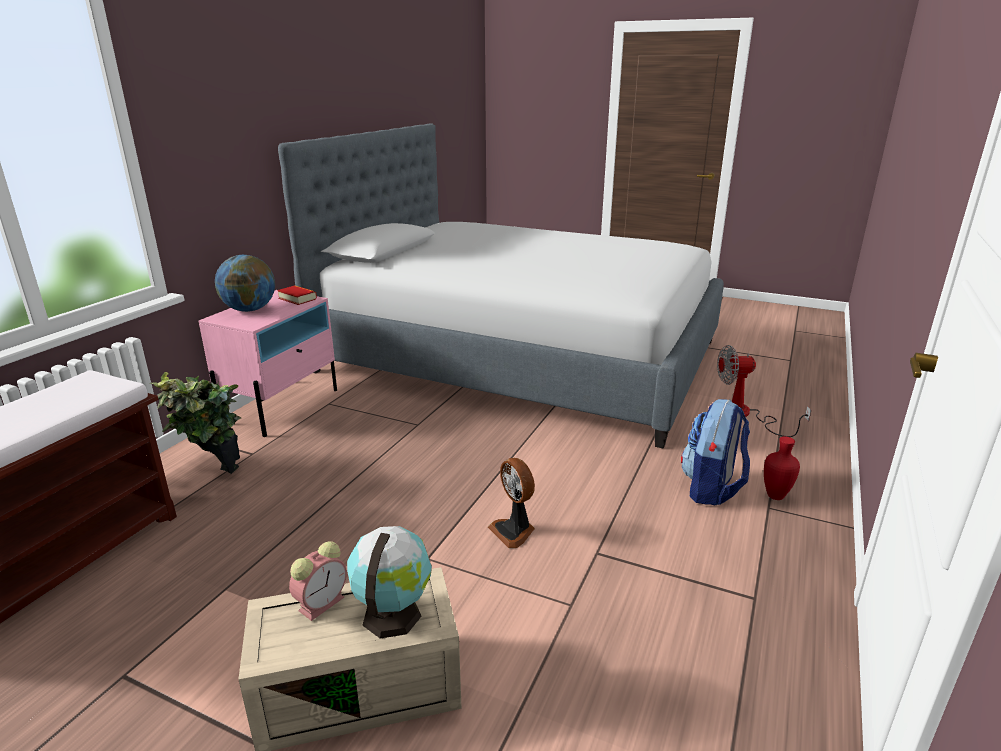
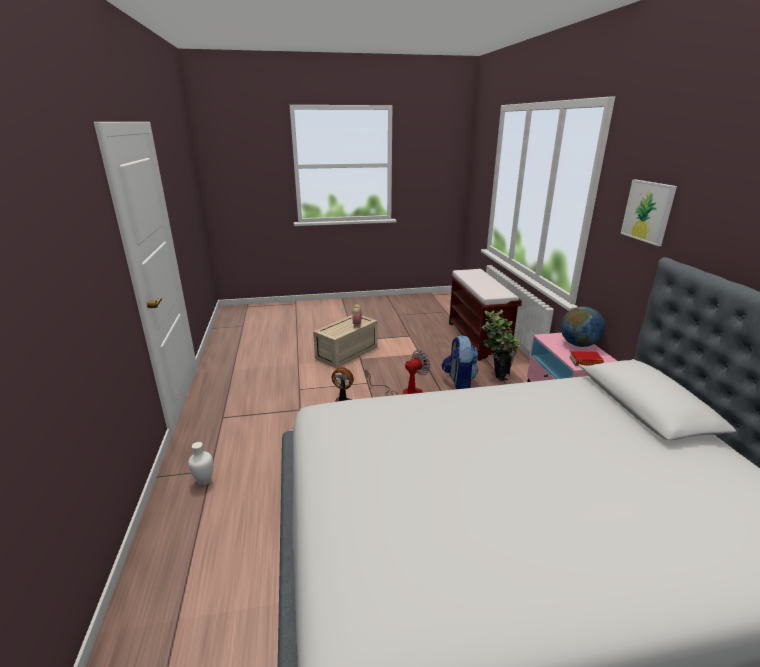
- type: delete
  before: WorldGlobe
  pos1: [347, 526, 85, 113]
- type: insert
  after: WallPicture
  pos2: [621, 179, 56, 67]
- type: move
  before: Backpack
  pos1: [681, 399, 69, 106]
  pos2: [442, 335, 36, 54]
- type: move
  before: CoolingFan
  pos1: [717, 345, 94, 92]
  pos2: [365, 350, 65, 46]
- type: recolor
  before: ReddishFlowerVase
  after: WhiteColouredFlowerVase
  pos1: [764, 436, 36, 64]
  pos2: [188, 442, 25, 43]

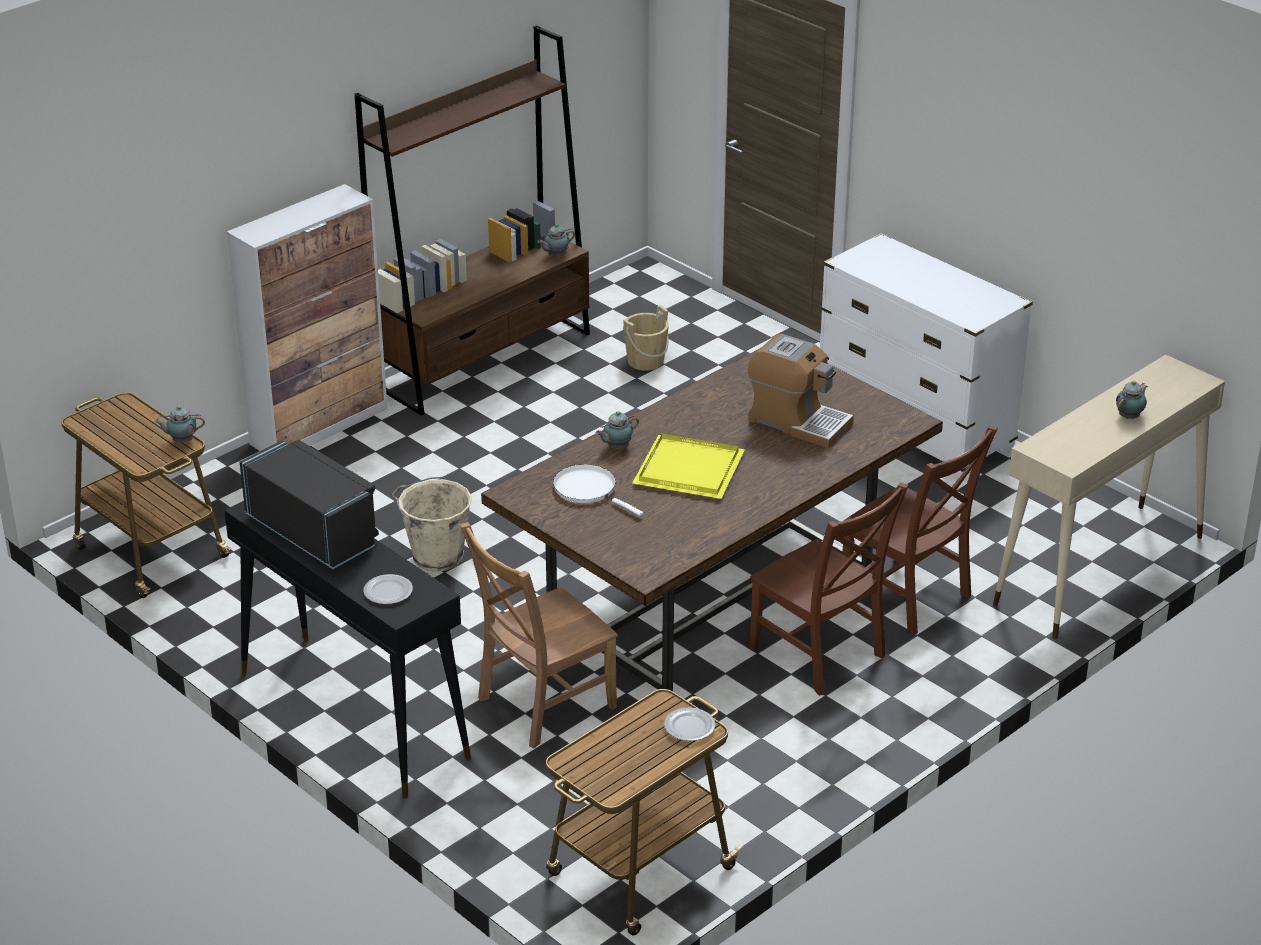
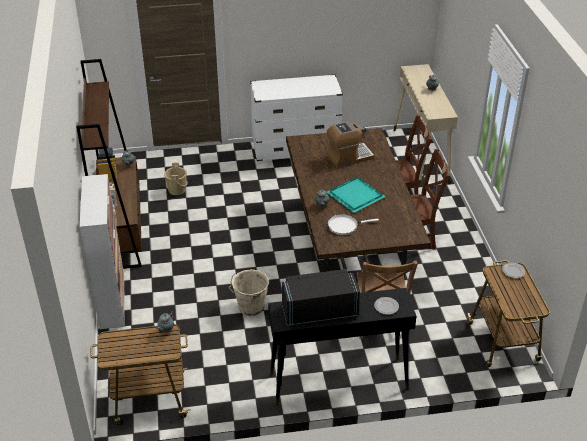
- type: recolor
  before: YellowColouredCarryingTray
  after: TurquoiseCarryingTray
  pos1: [632, 434, 113, 65]
  pos2: [326, 177, 60, 36]

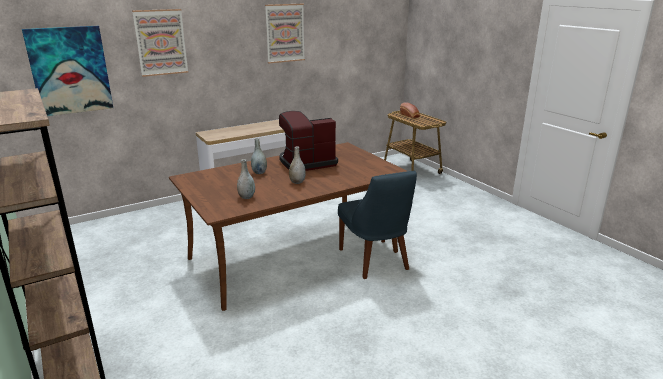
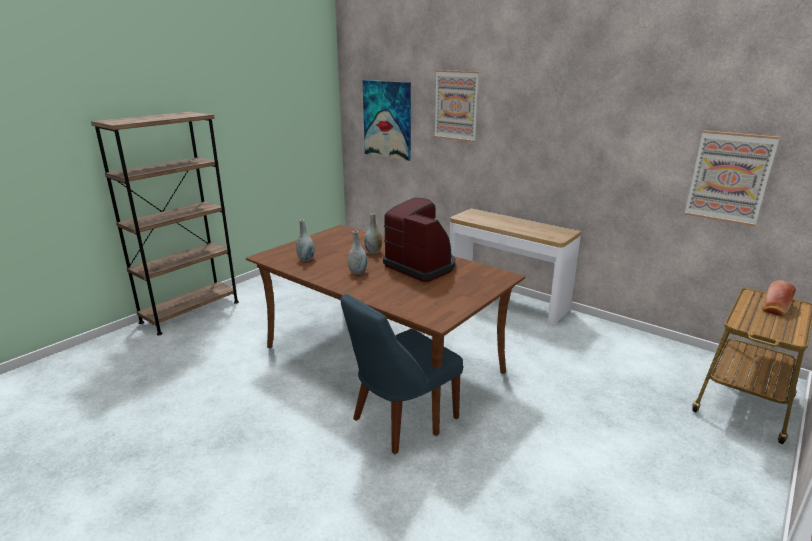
- type: move
  before: WallPicture
  pos1: [265, 4, 40, 59]
  pos2: [684, 130, 96, 96]

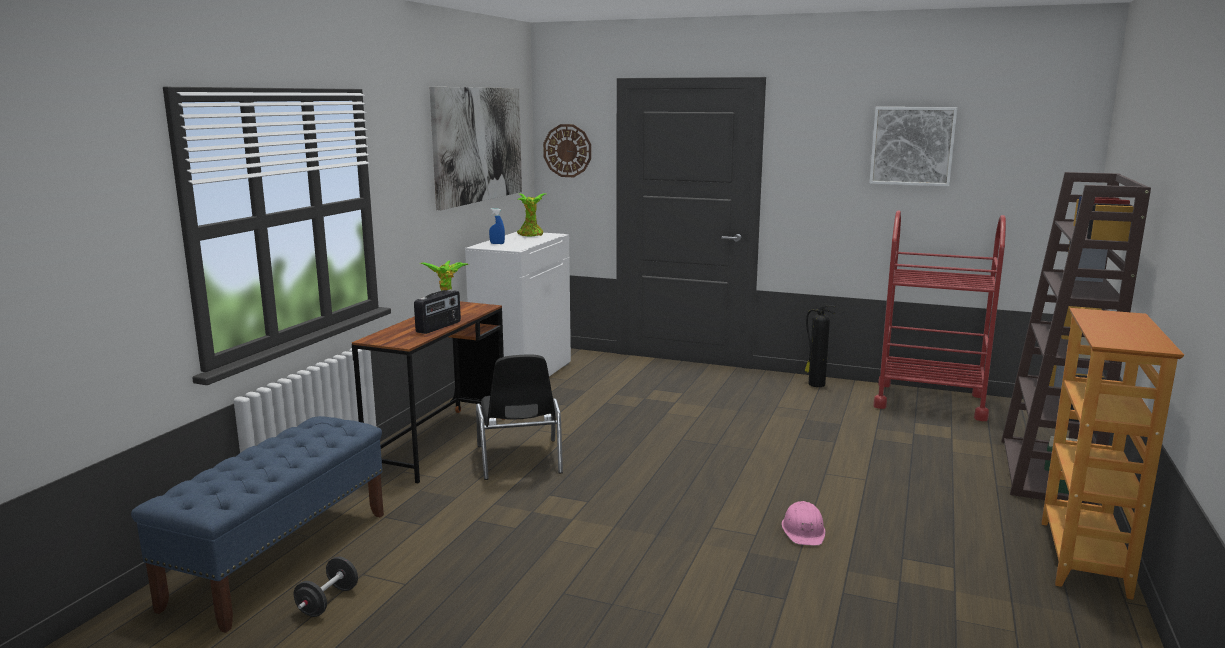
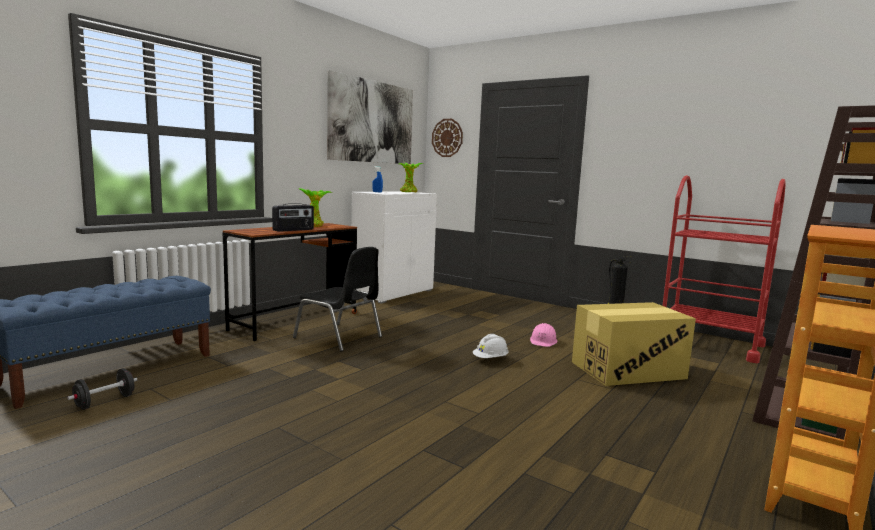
- type: delete
  before: WallPicture
  pos1: [869, 107, 89, 80]
- type: insert
  after: WhiteColouredSafetyHelmet
  pos2: [472, 334, 37, 24]
- type: insert
  after: CardboardBox
  pos2: [572, 302, 124, 84]
- type: move
  before: PinkSafetyHelmet
  pos1: [782, 501, 43, 45]
  pos2: [530, 323, 27, 24]
- type: rotate
  before: BlackUprightChair
  pos1: [476, 355, 87, 125]
  pos2: [293, 247, 89, 105]
  turn: -60

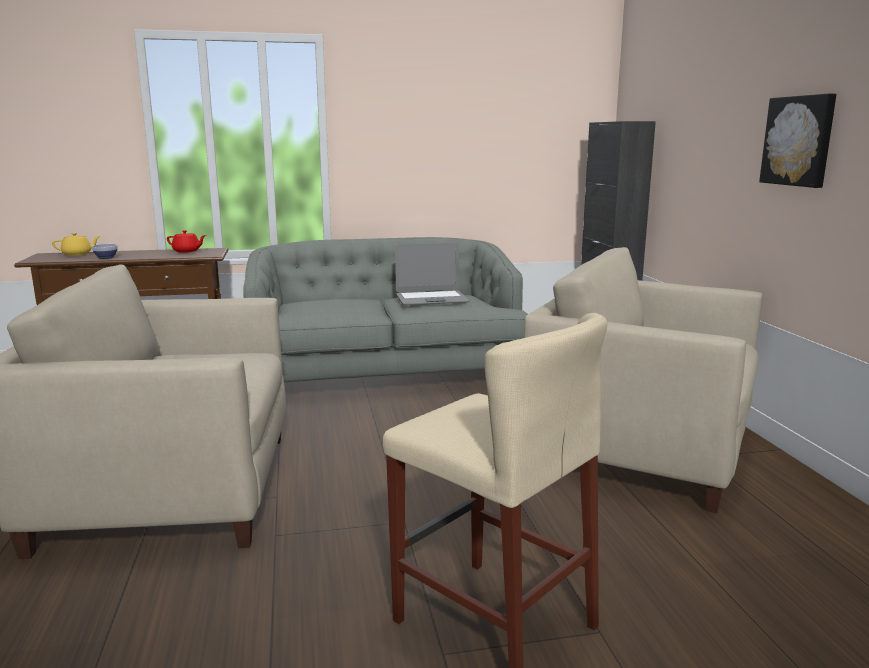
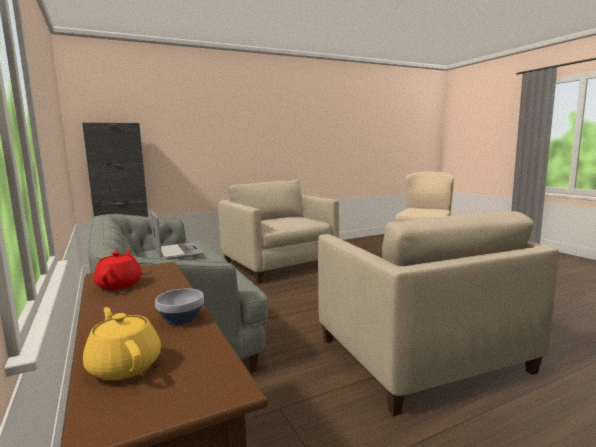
- type: delete
  before: WallPicture
  pos1: [759, 94, 77, 94]
- type: rotate
  before: BeigeColouredArmchair
  pos1: [524, 247, 238, 266]
  pos2: [218, 180, 121, 104]
  turn: 135

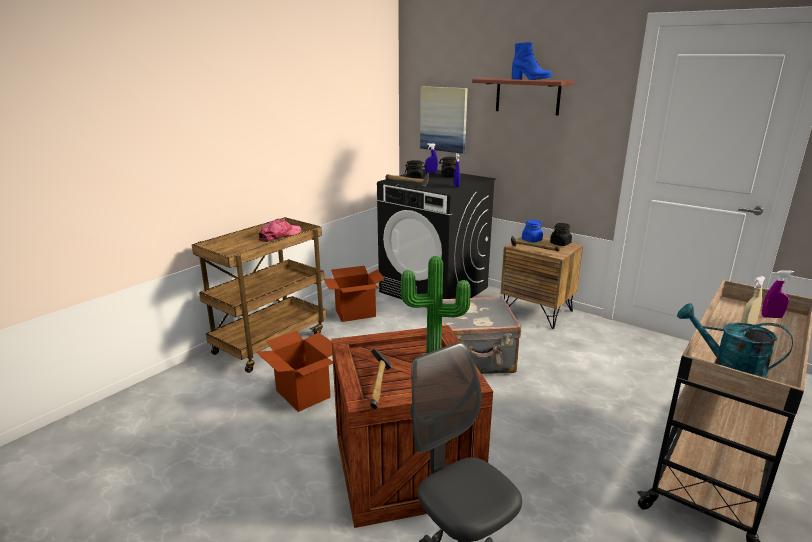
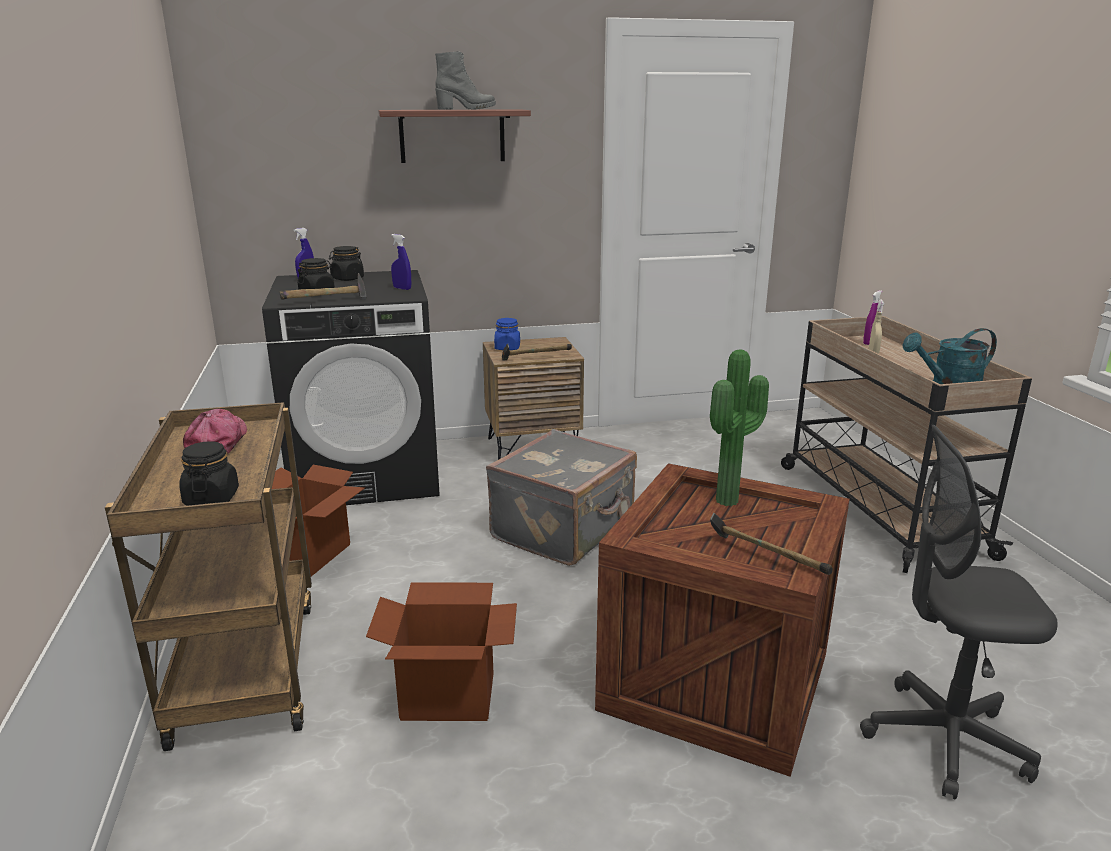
- type: delete
  before: WallPicture
  pos1: [420, 86, 48, 68]
- type: move
  before: BlackPreserveJar
  pos1: [550, 223, 22, 23]
  pos2: [179, 441, 60, 65]
- type: recolor
  before: BlueColouredTallBoot
  after: GrayTallBoot
  pos1: [512, 42, 40, 38]
  pos2: [435, 51, 61, 59]

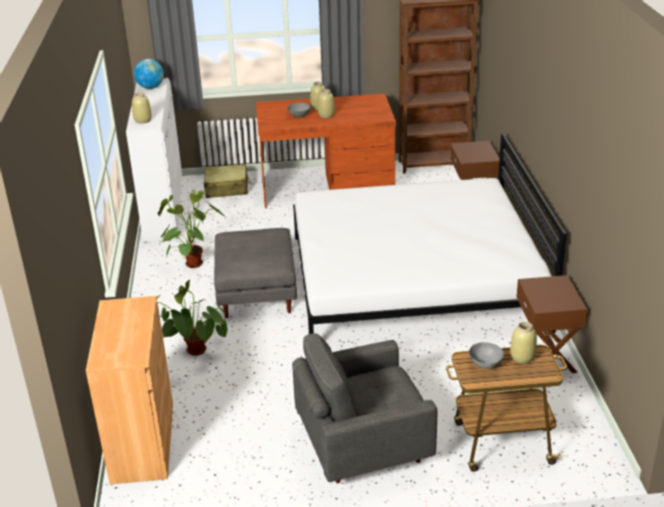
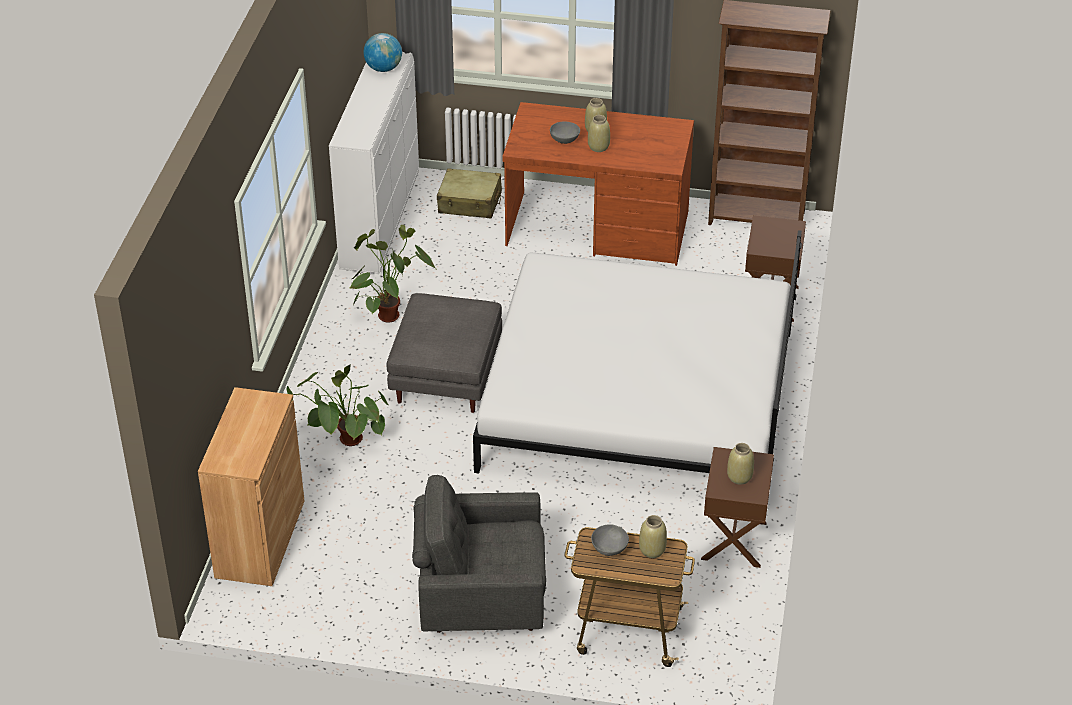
- type: move
  before: BeigeColouredFlowerVase
  pos1: [132, 92, 19, 32]
  pos2: [727, 443, 27, 42]

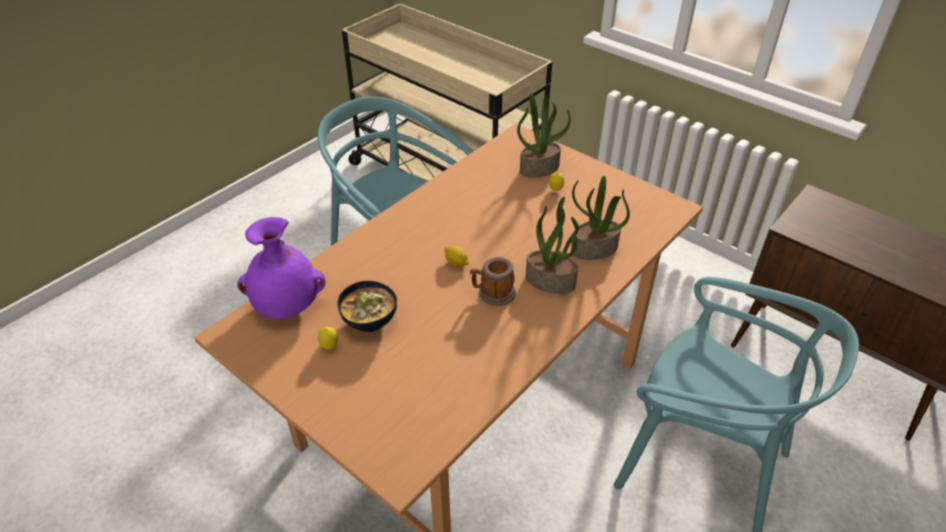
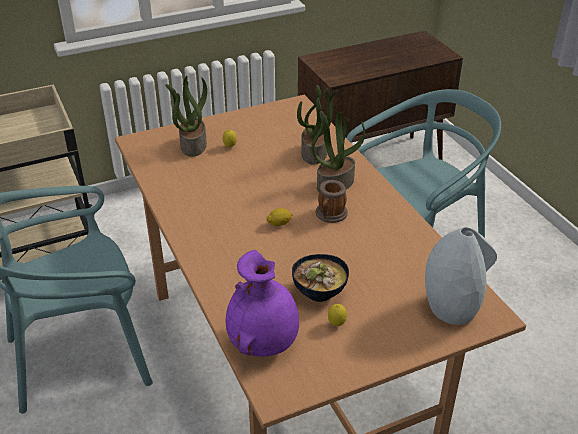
- type: insert
  after: GrayFlowerVase
  pos2: [425, 227, 72, 98]

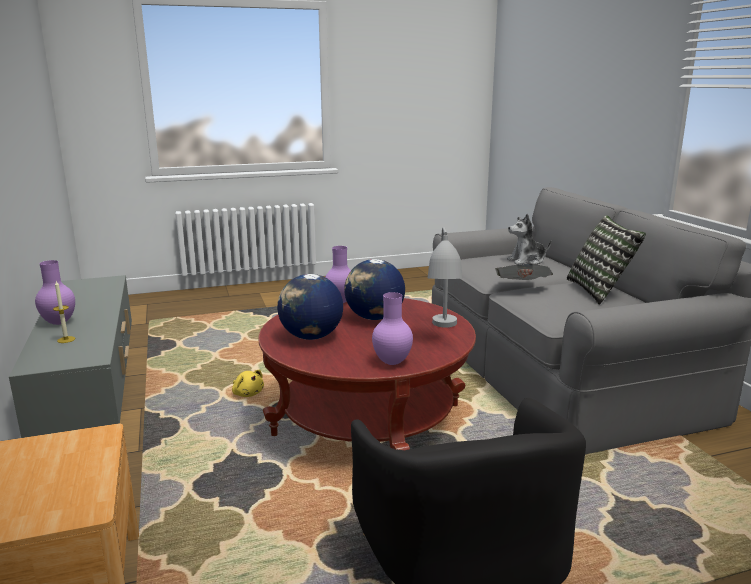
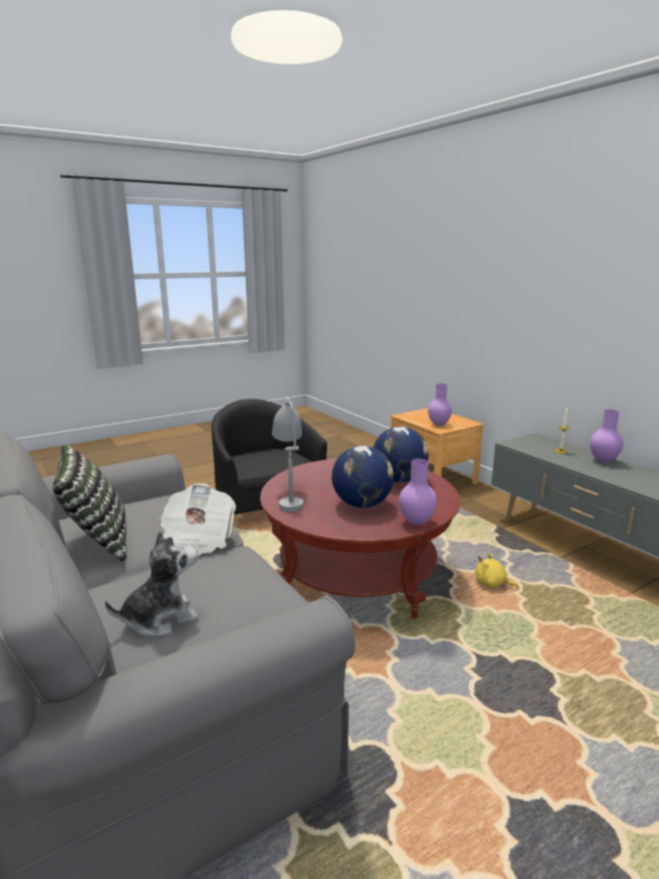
- type: move
  before: PurplishFlowerVase
  pos1: [372, 292, 41, 73]
  pos2: [428, 384, 24, 42]

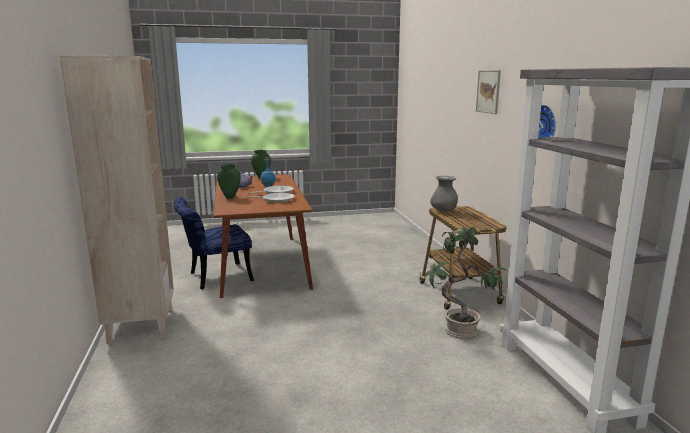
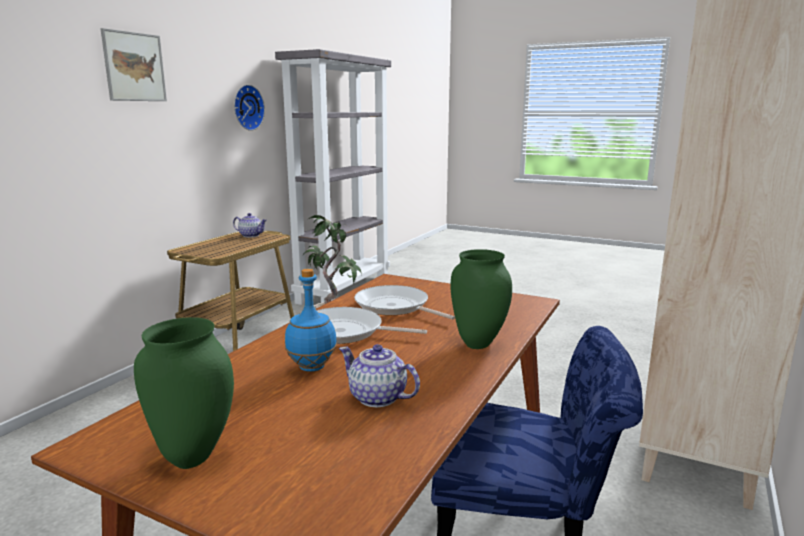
- type: delete
  before: GrayFlowerVase
  pos1: [430, 176, 28, 35]
- type: insert
  after: TeaPot
  pos2: [233, 213, 34, 25]

